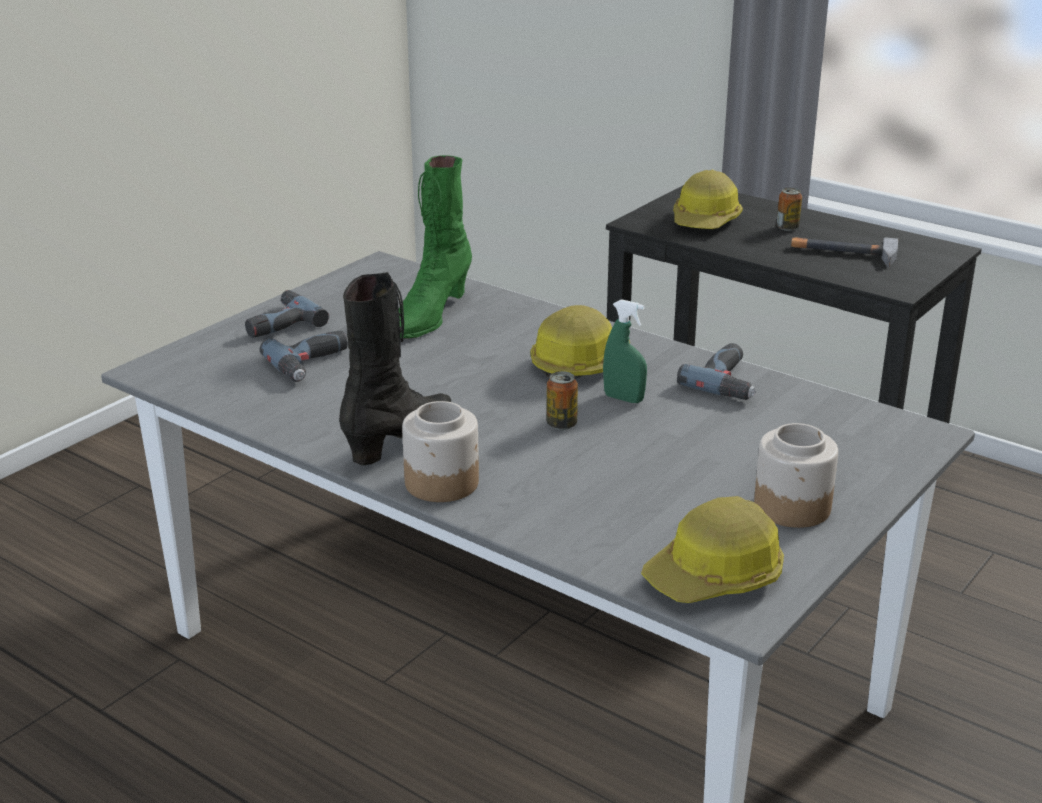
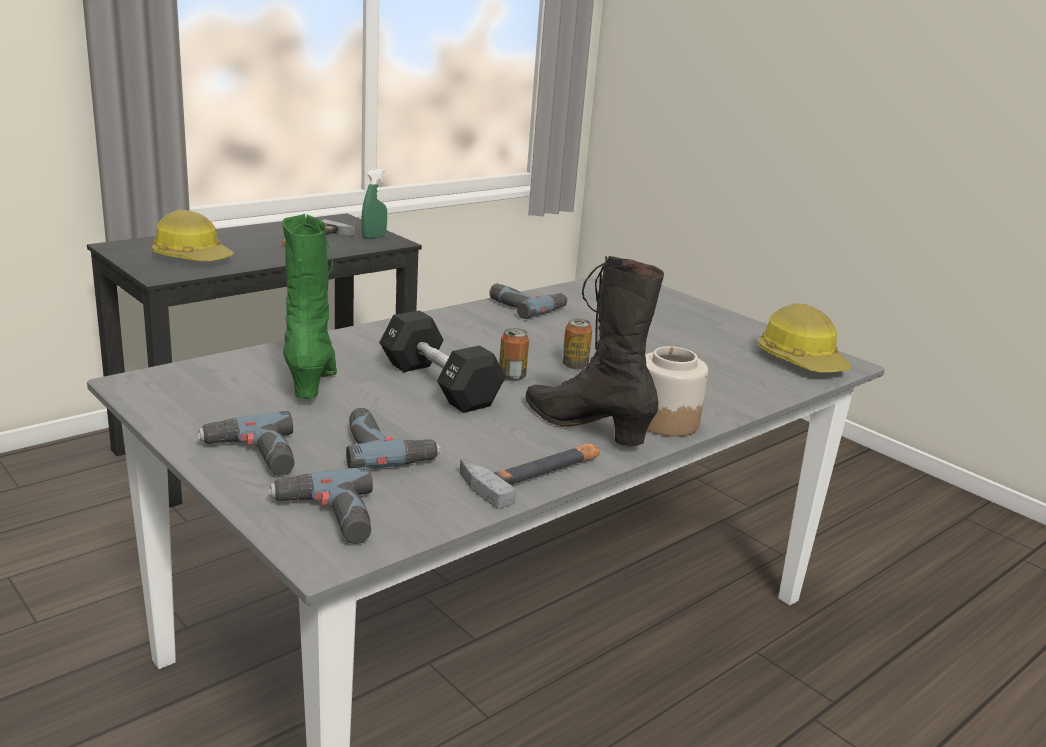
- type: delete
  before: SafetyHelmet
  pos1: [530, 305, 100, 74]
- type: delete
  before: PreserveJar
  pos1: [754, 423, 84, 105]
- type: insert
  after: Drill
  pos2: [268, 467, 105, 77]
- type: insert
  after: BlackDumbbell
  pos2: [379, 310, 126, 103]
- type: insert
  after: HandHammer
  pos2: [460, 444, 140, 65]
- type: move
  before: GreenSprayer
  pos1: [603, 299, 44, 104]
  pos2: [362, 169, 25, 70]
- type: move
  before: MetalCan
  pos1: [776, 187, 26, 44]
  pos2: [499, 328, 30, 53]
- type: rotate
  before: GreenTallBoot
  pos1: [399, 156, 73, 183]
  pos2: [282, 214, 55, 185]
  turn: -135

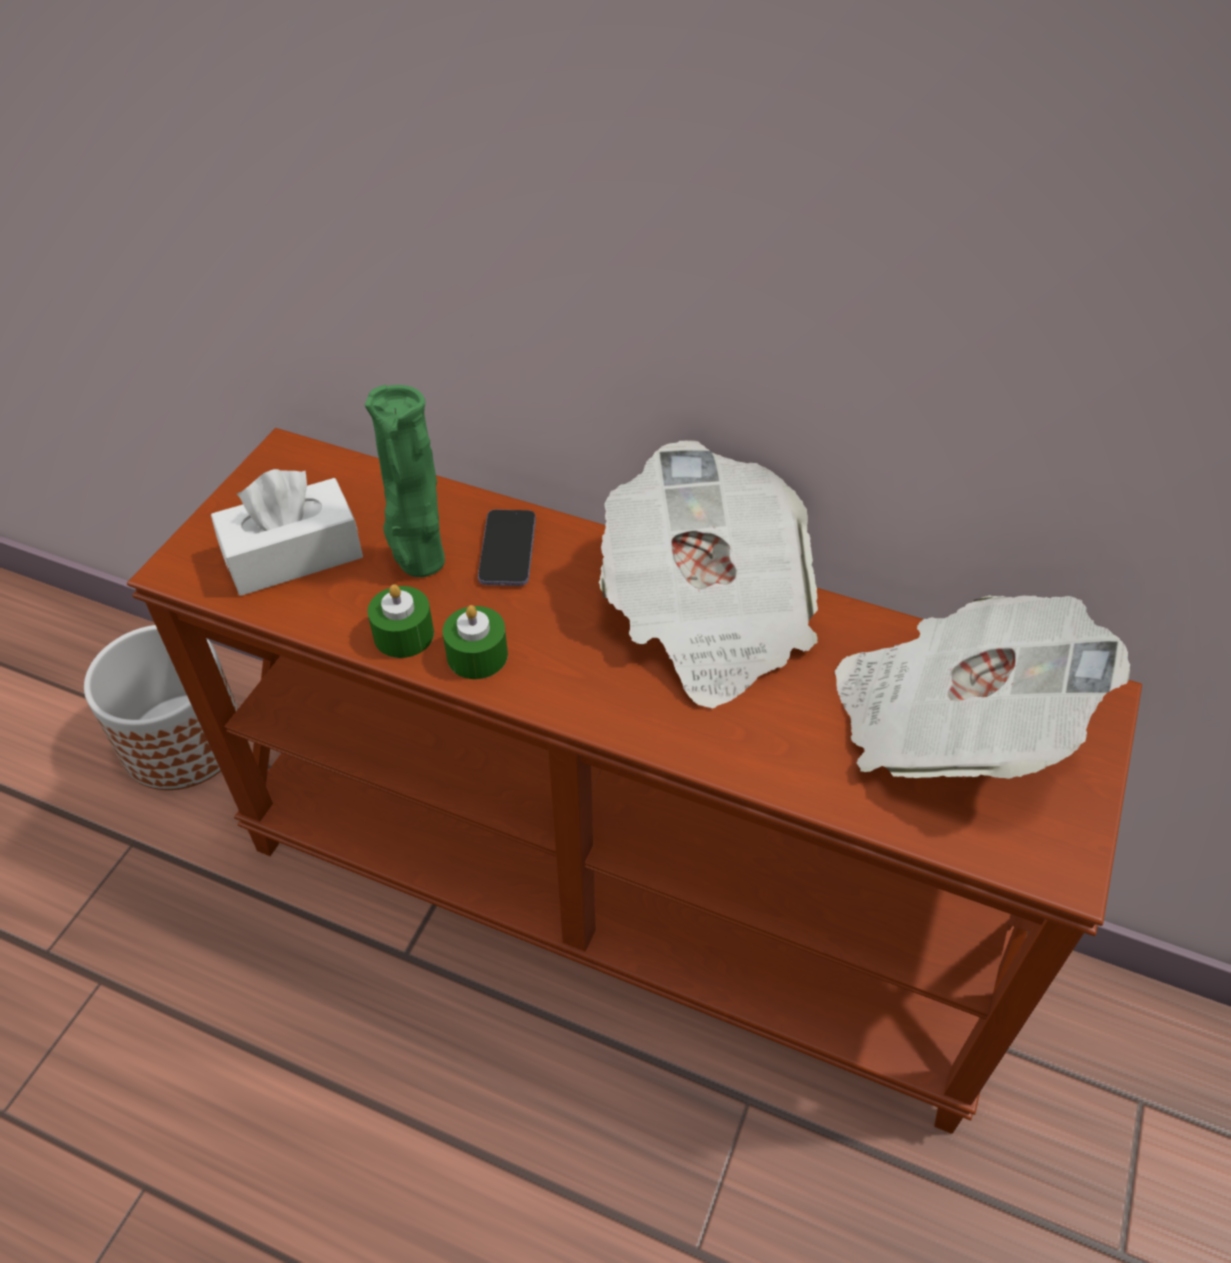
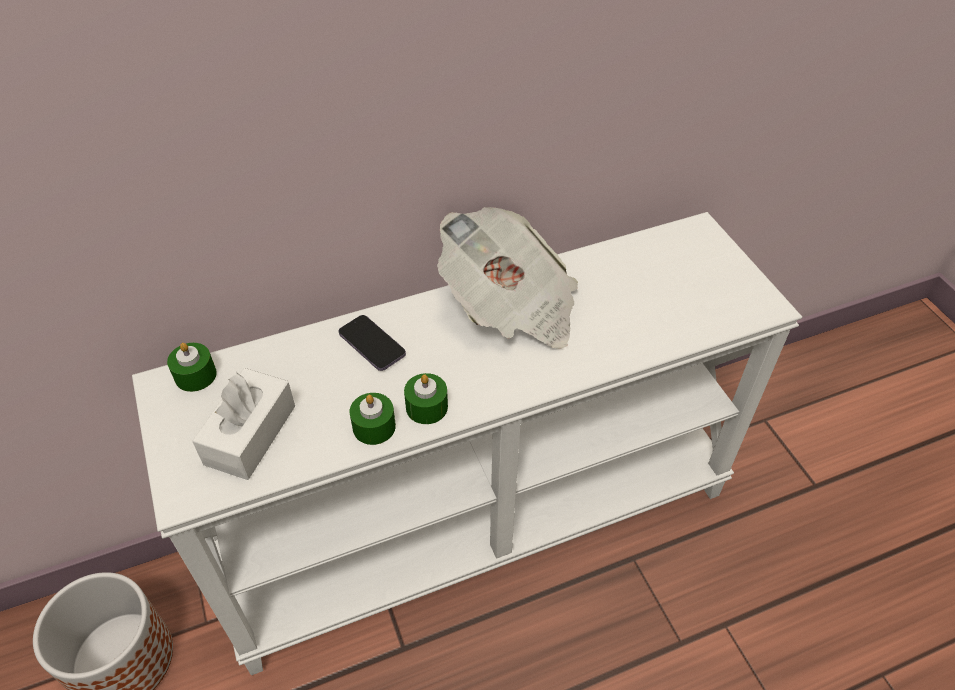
- type: delete
  before: GreenFlowerVase
  pos1: [365, 385, 80, 192]
- type: delete
  before: DailyPaper
  pos1: [835, 595, 295, 184]
- type: insert
  after: GreenCandle
  pos2: [167, 343, 50, 49]
- type: recolor
  before: BrownColouredHallTable
  after: WhiteColouredHallTable
  pos1: [127, 428, 1015, 706]
  pos2: [132, 212, 670, 463]

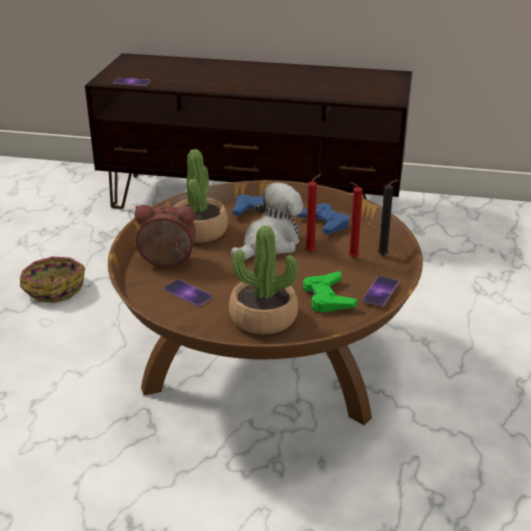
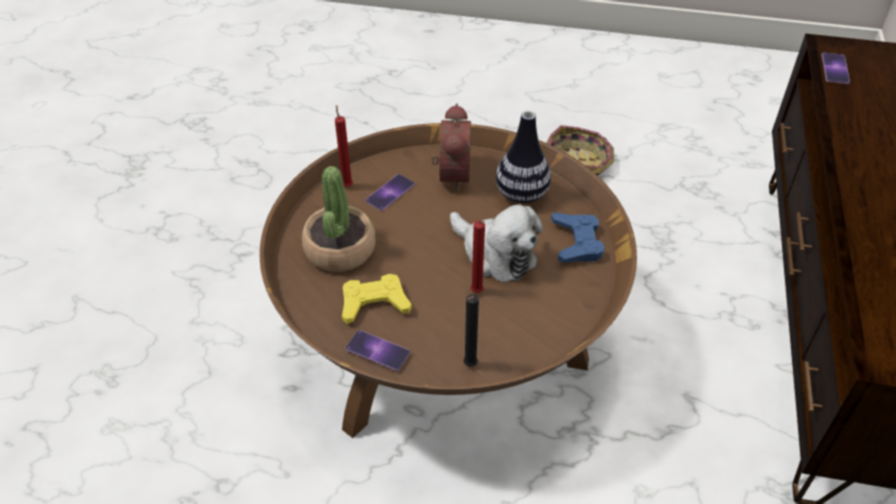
- type: delete
  before: BlueColouredGameController
  pos1: [297, 203, 53, 31]
- type: move
  before: ReddishCandle
  pos1: [348, 182, 15, 76]
  pos2: [335, 105, 18, 82]
- type: replace
  before: Houseplant
  after: FlowerVase
  pos1: [173, 149, 55, 94]
  pos2: [496, 111, 55, 92]
- type: recolor
  before: GreenGameController
  after: YellowColouredGameController
  pos1: [303, 271, 54, 42]
  pos2: [342, 274, 70, 50]

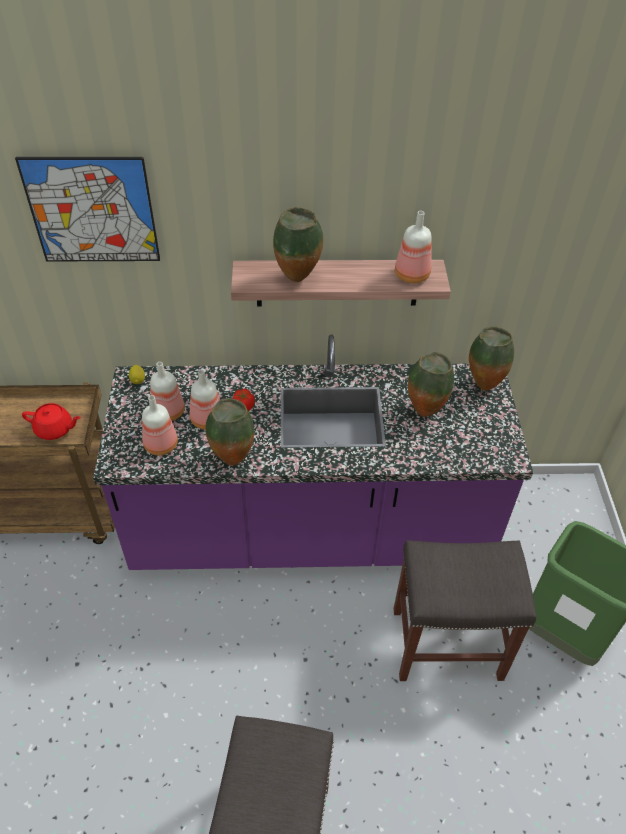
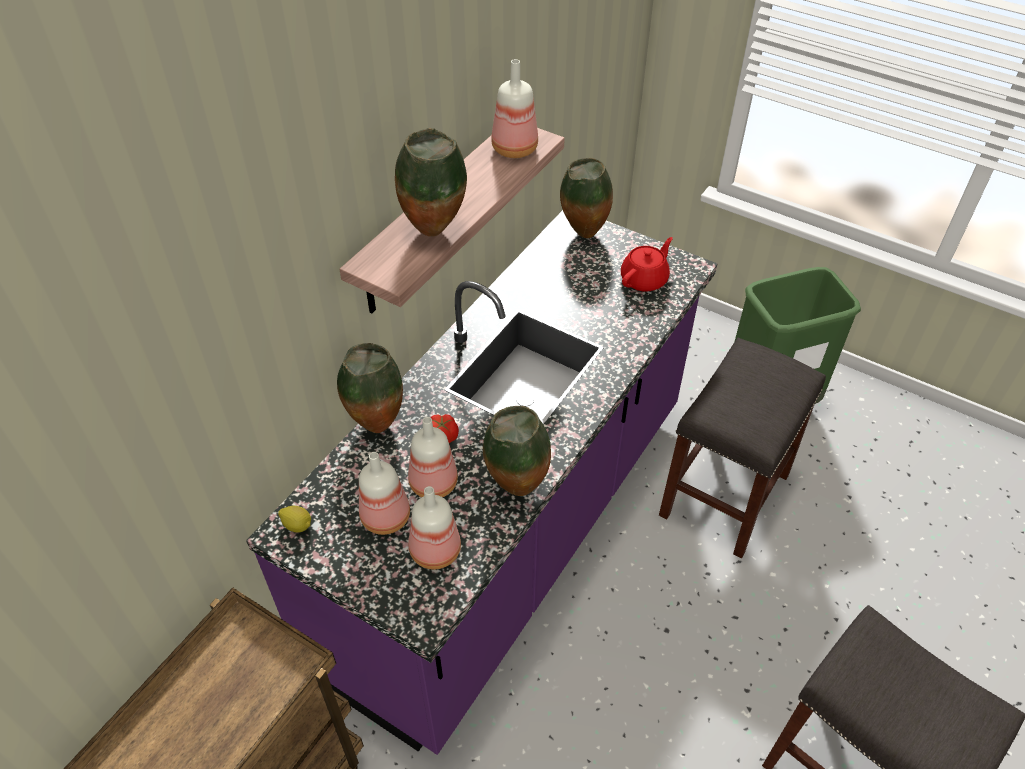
- type: delete
  before: WallPicture
  pos1: [15, 157, 145, 105]
- type: move
  before: ReddishTeaPot
  pos1: [22, 403, 59, 37]
  pos2: [621, 237, 52, 55]
- type: move
  before: FlowerVase
  pos1: [408, 352, 46, 65]
  pos2: [337, 343, 66, 90]

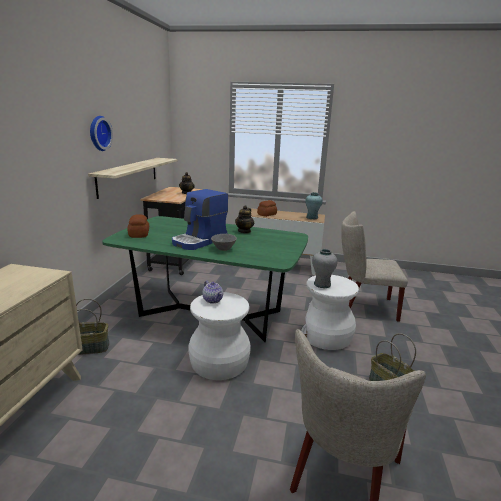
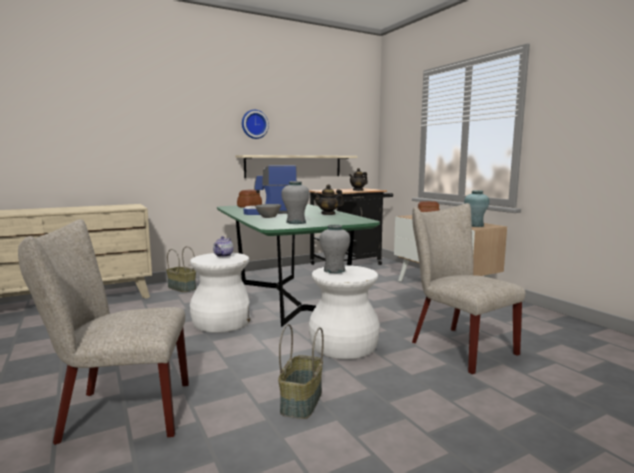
- type: insert
  after: GrayFlowerVase
  pos2: [281, 181, 29, 43]

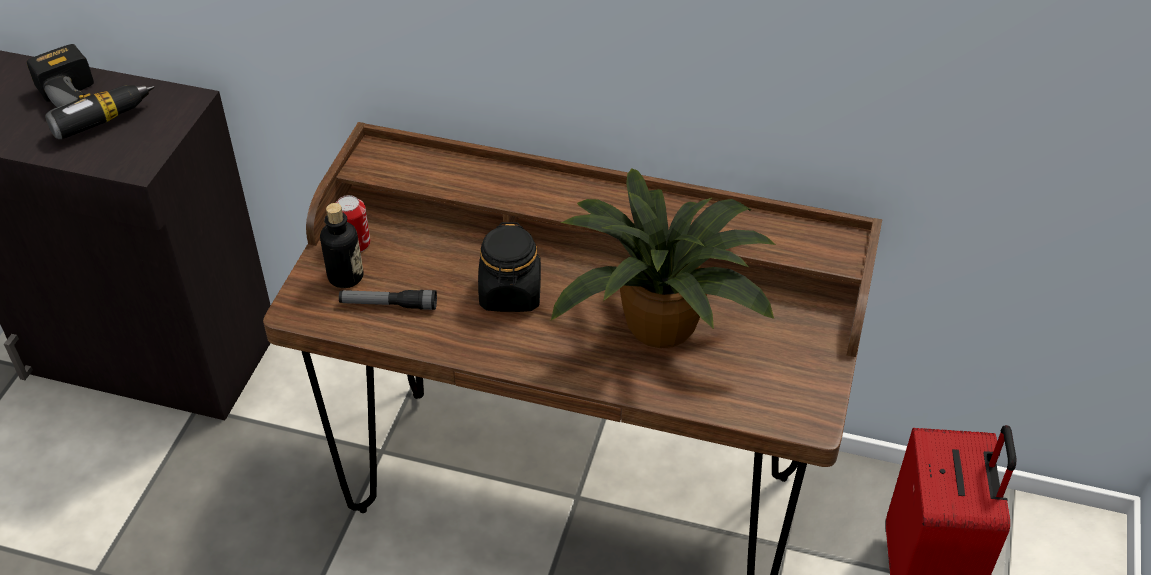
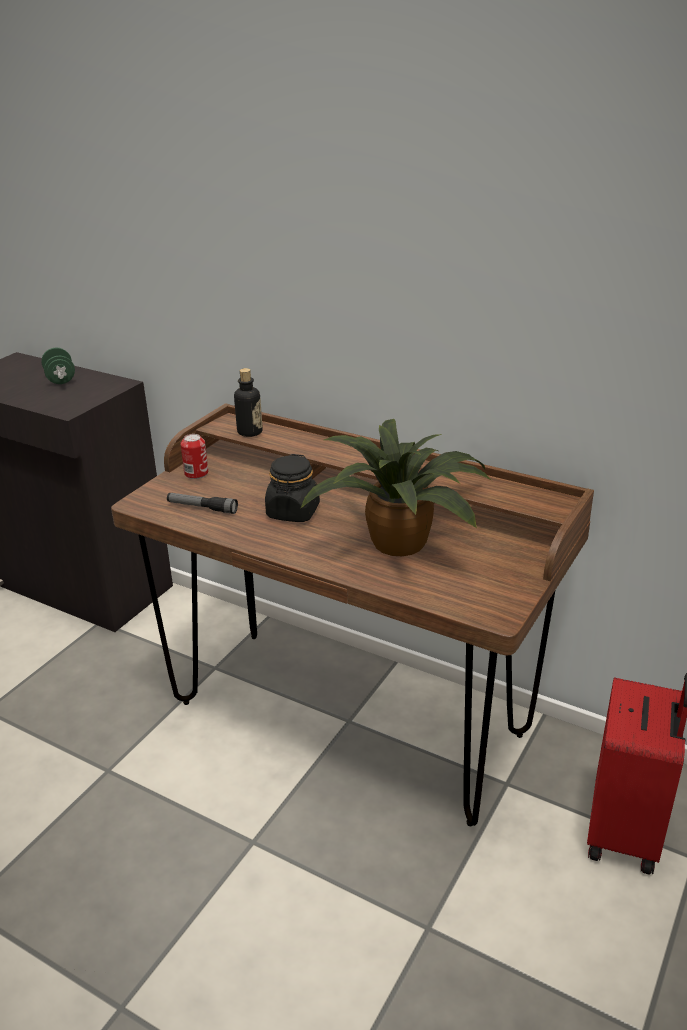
- type: move
  before: BeverageBottle
  pos1: [320, 203, 44, 85]
  pos2: [234, 368, 29, 69]
- type: replace
  before: Drill
  after: GreenDumbbell
  pos1: [27, 44, 128, 95]
  pos2: [41, 347, 34, 37]

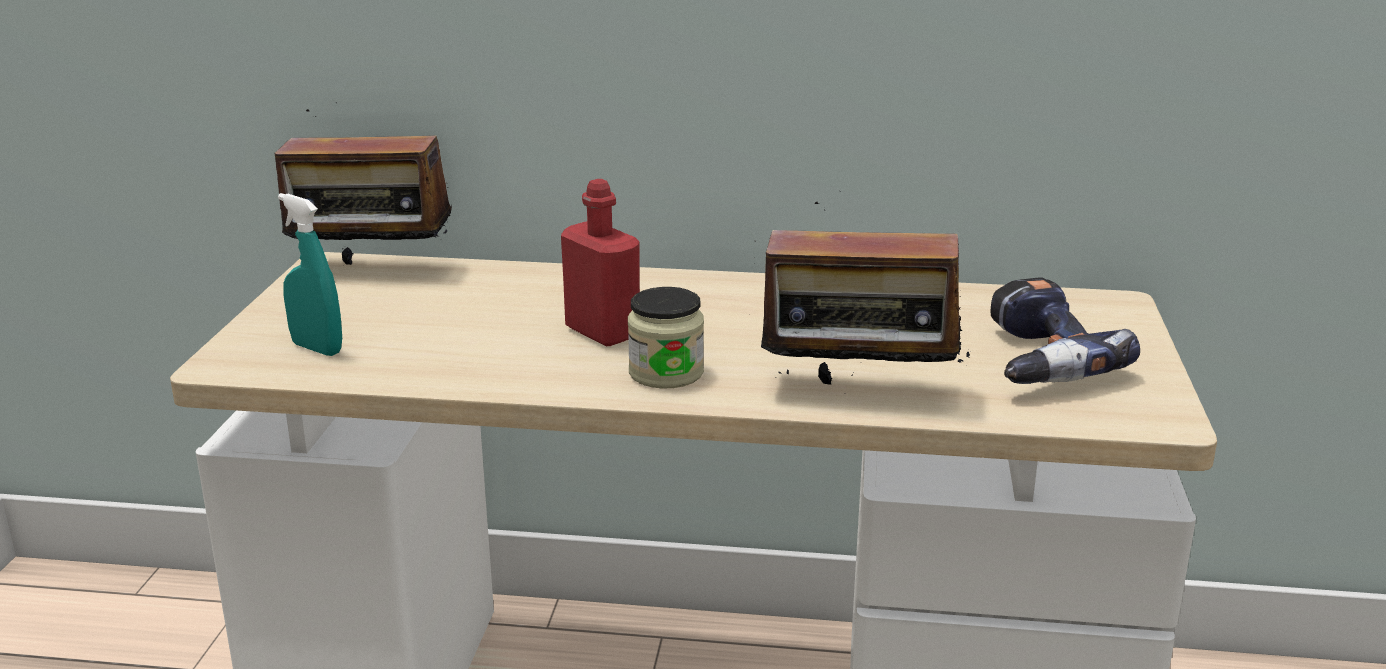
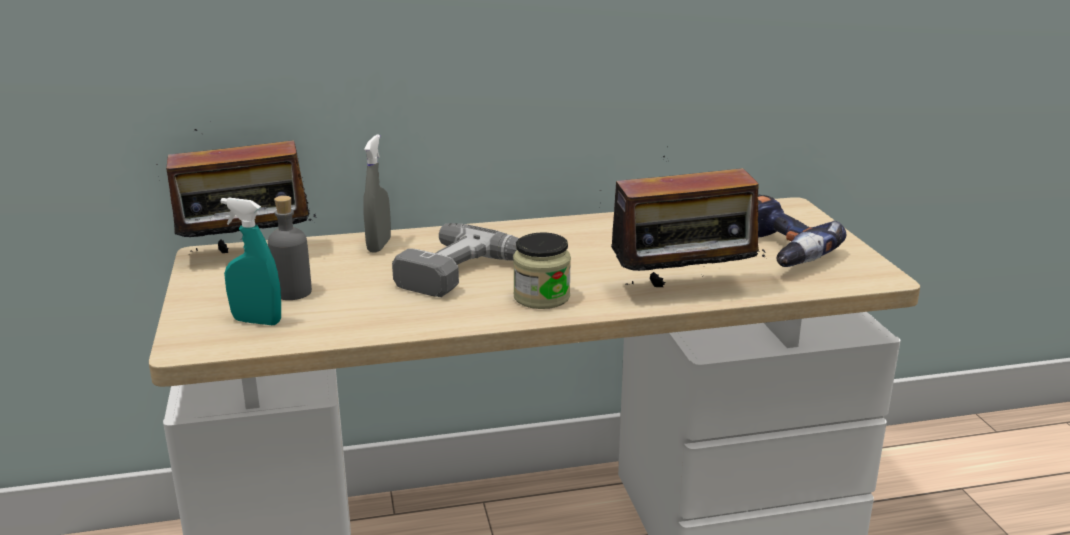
- type: insert
  after: GrayBeverageBottle
  pos2: [268, 196, 44, 104]
- type: insert
  after: GraySprayer
  pos2: [363, 134, 28, 119]
- type: replace
  before: ReddishBeverageBottle
  after: Drill
  pos1: [561, 179, 79, 167]
  pos2: [392, 223, 127, 74]

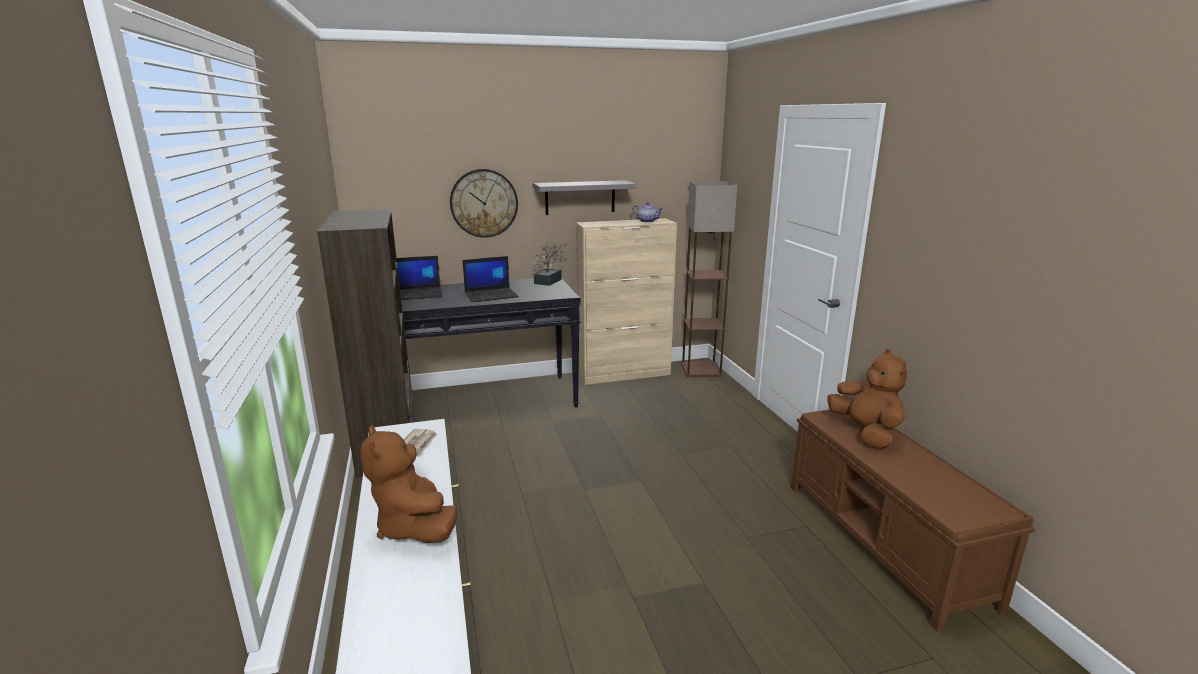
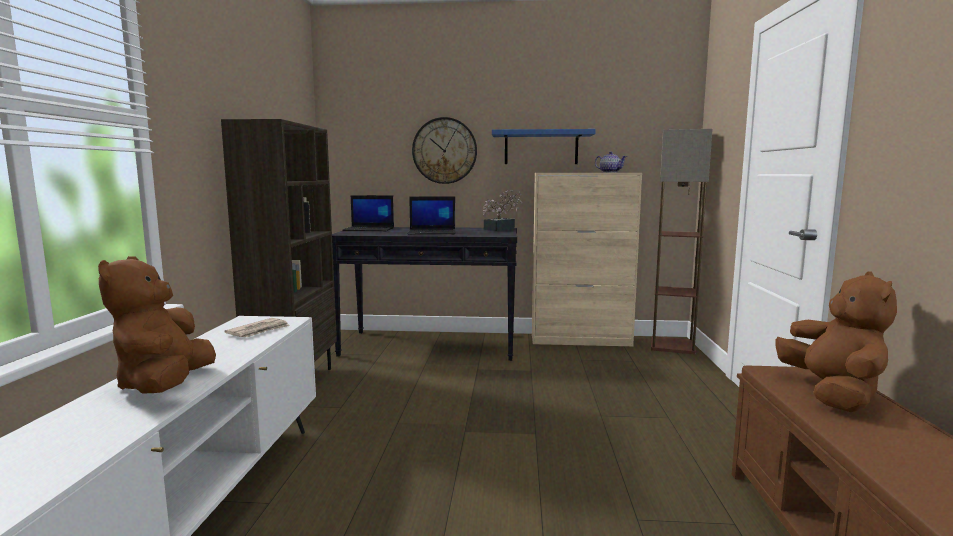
- type: recolor
  before: GrayBracketShelf
  after: BlueColouredBracketShelf
  pos1: [533, 180, 103, 35]
  pos2: [492, 129, 104, 35]

